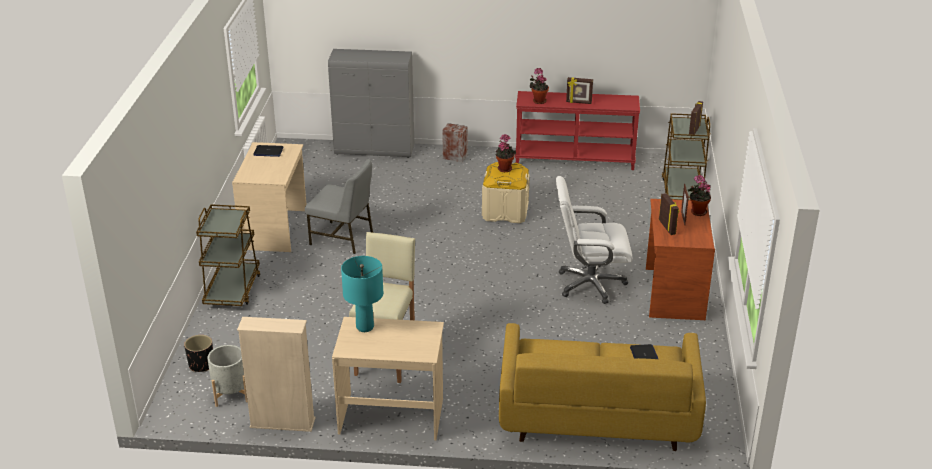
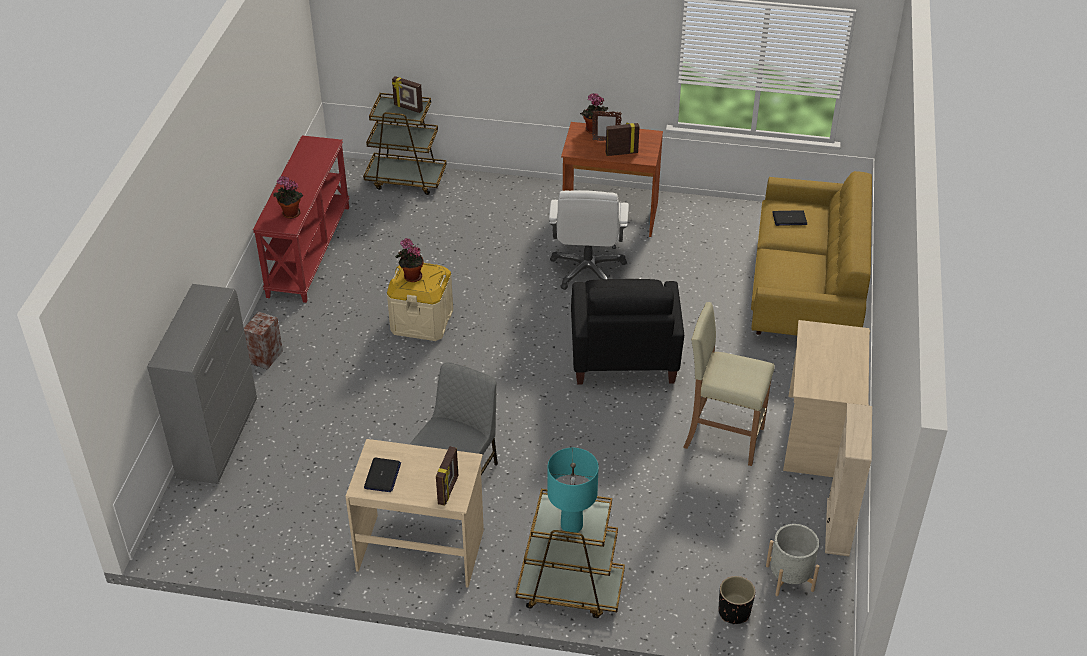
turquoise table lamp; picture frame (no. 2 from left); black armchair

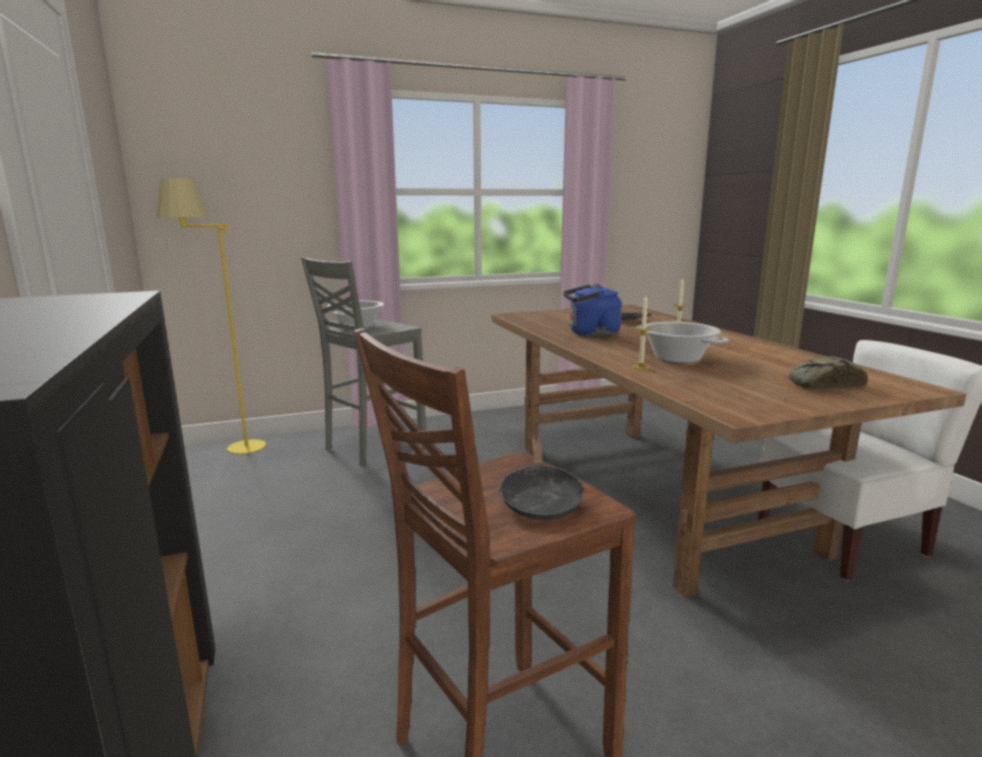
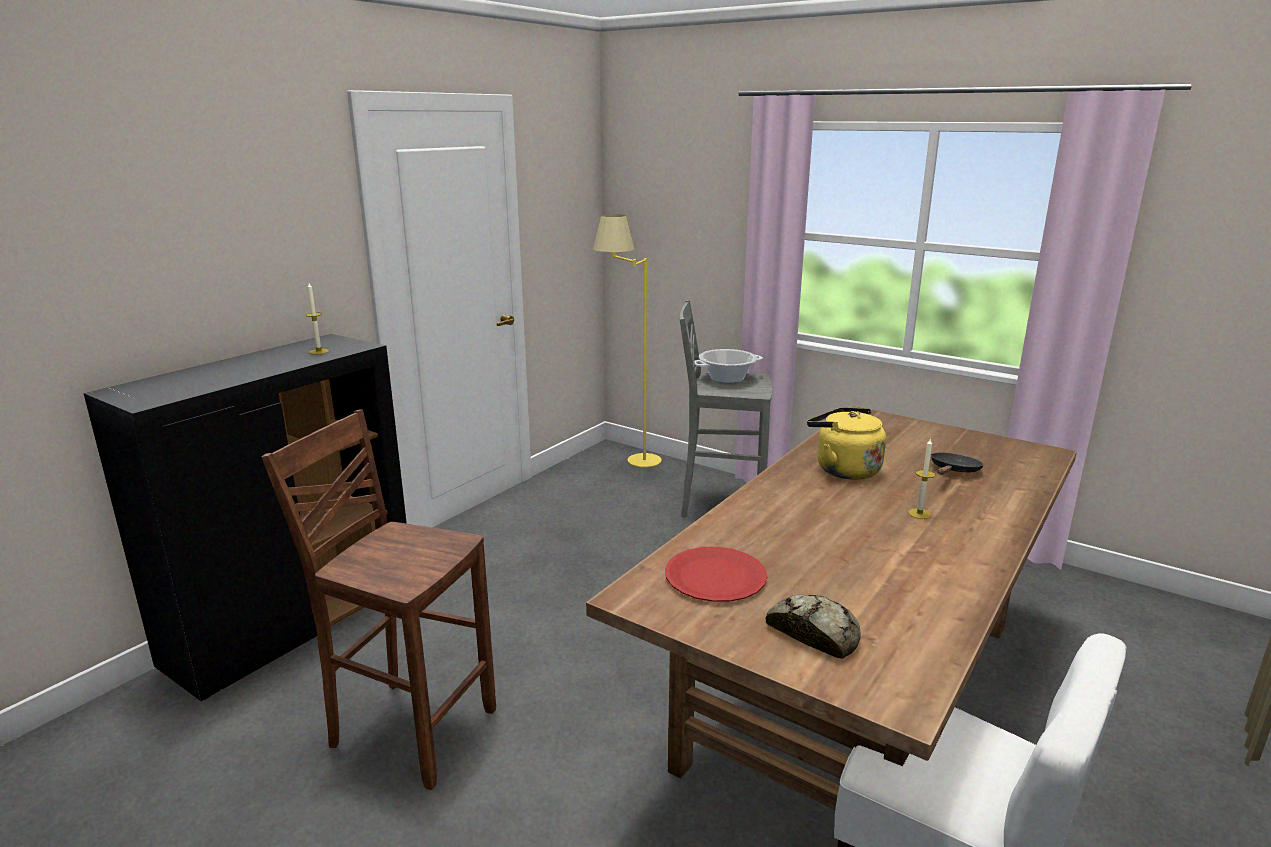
black frying pan (no. 1 from left in the first image); yellow kettle; candle (no. 1 from left); cooking pot (no. 2 from left in the first image); red plate

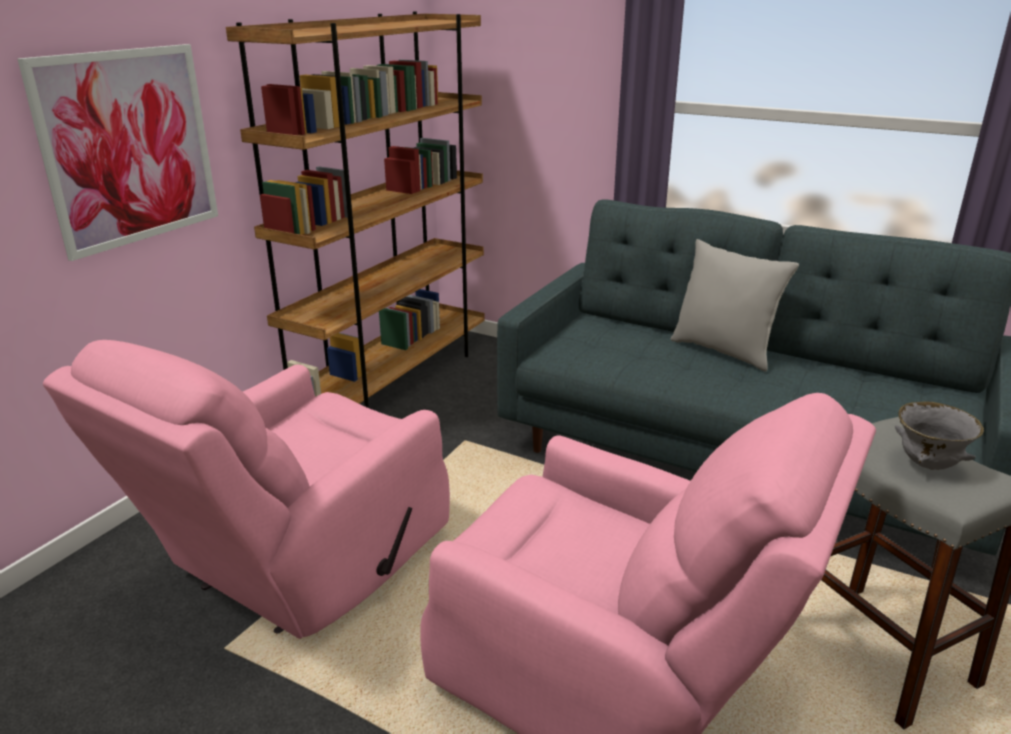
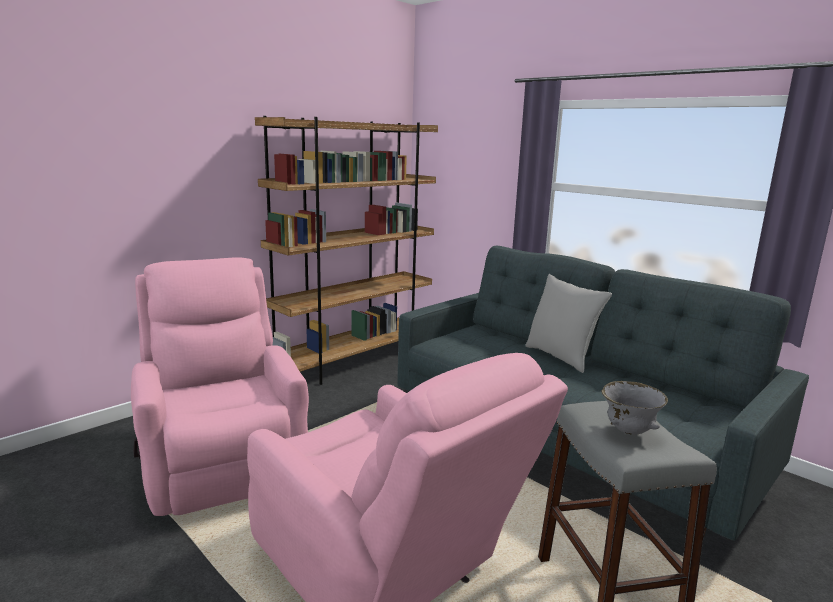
picture; pink armchair (no. 1 from left)

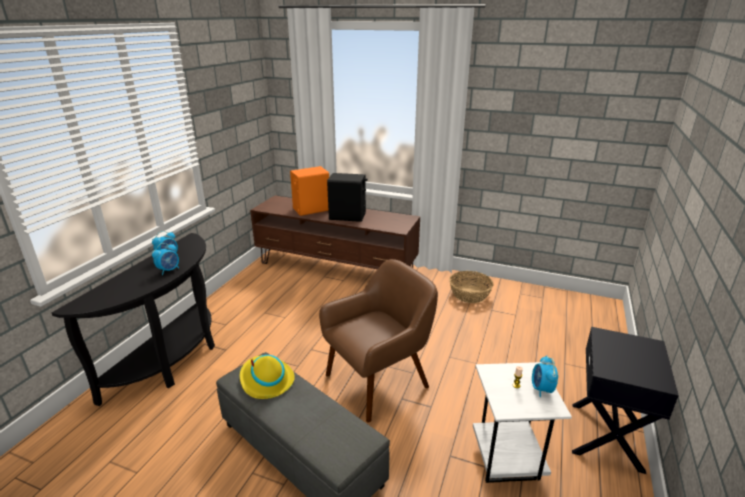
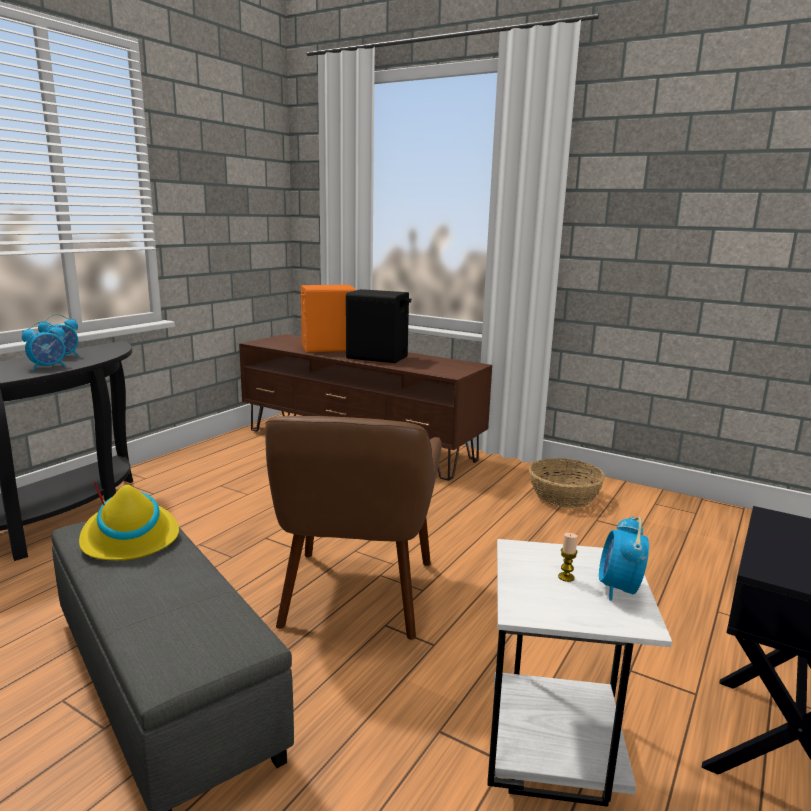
brown armchair

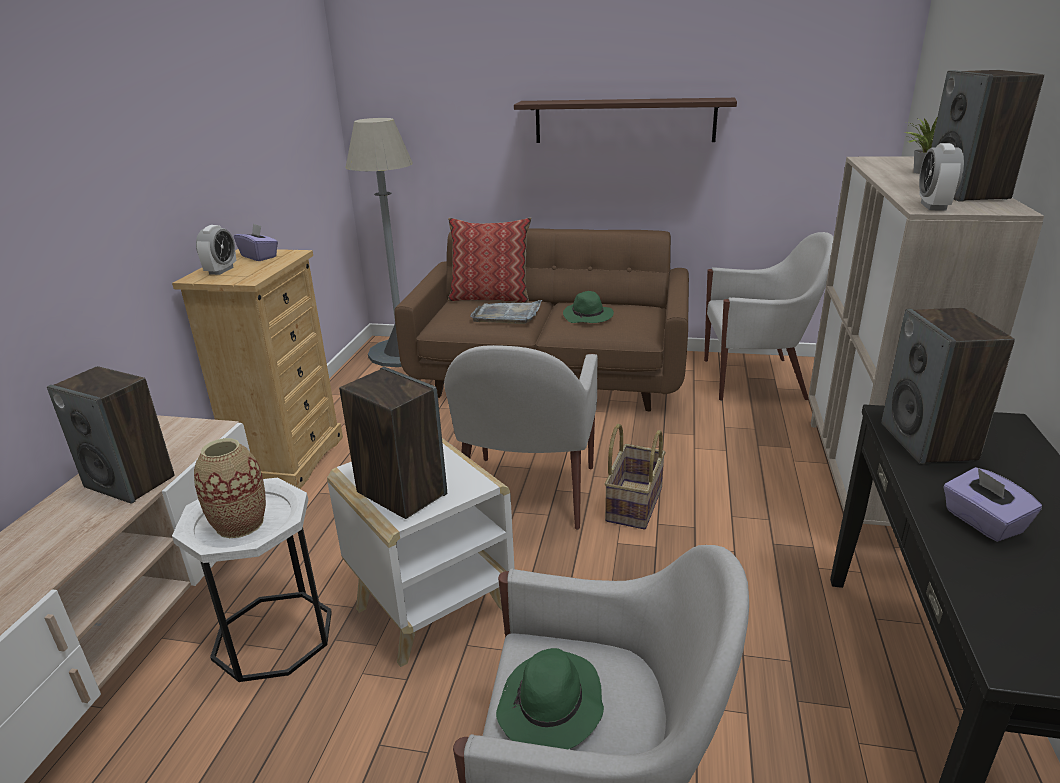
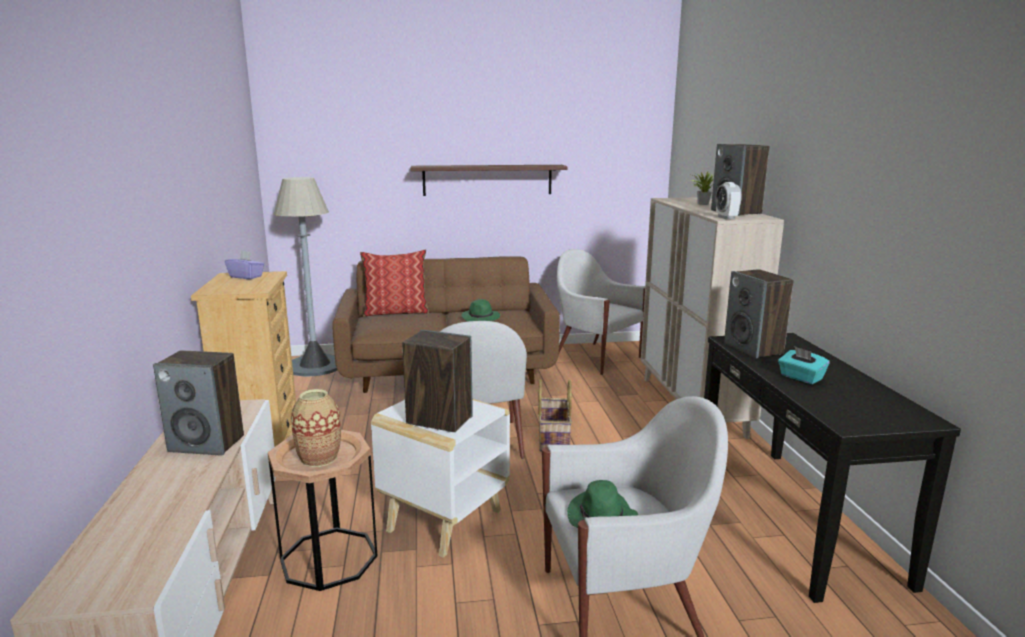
brown side table; alarm clock (no. 1 from left in the first image); grey tray; white armchair (no. 2 from left); turquoise tissue box

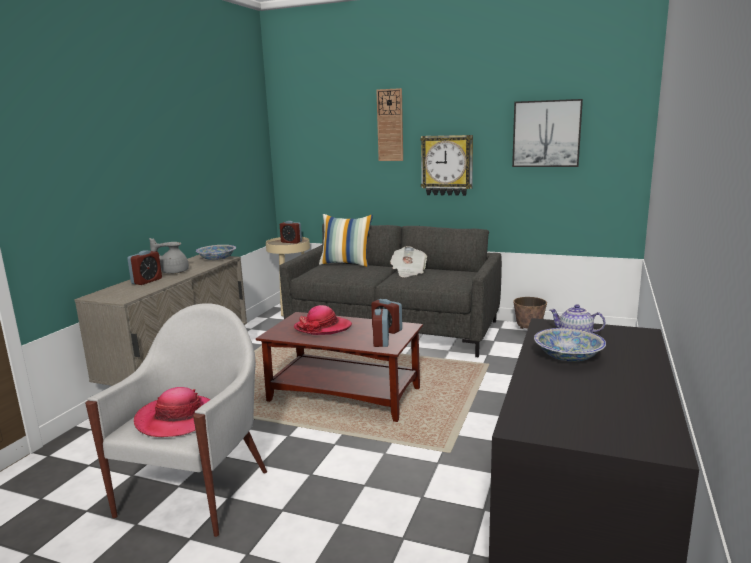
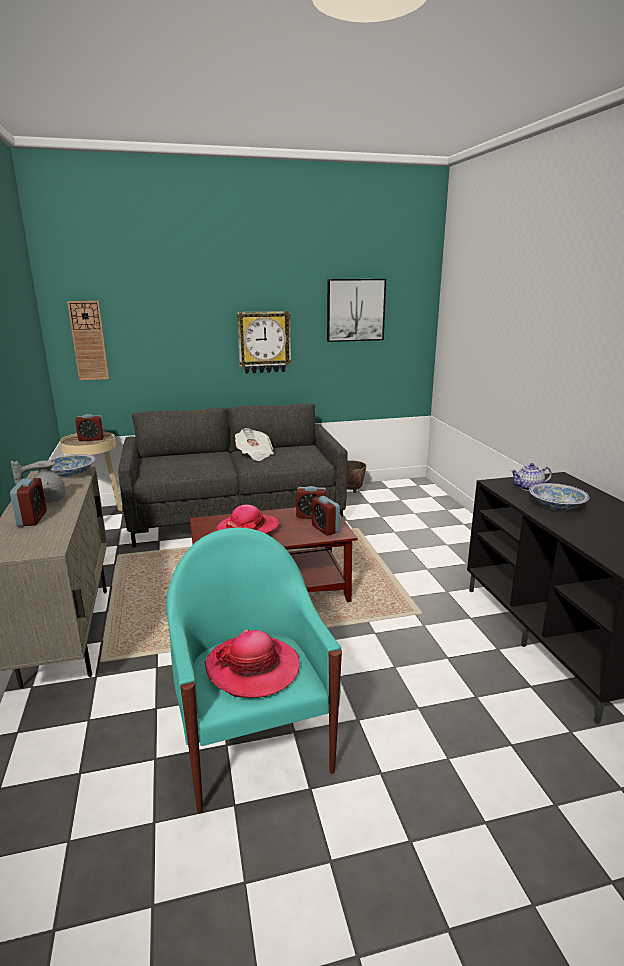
turquoise armchair; pillow; wall clock (no. 1 from left)

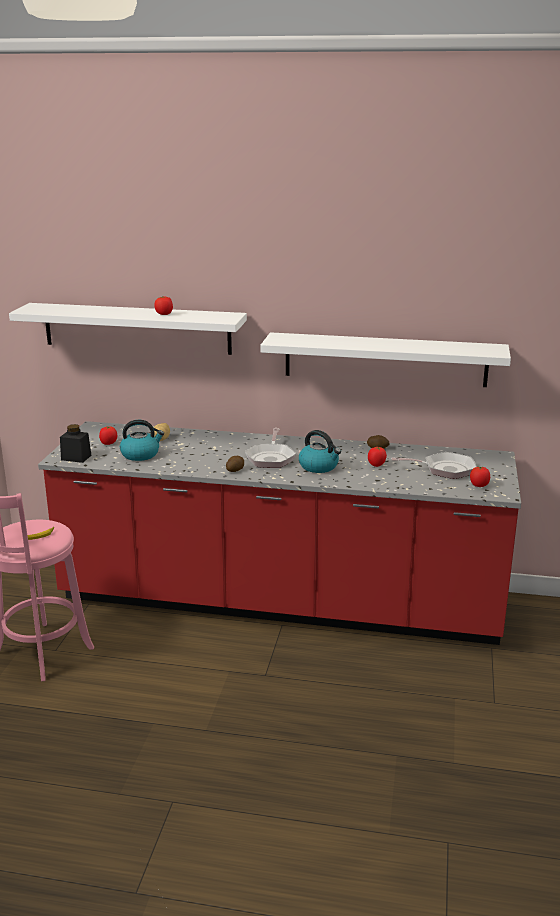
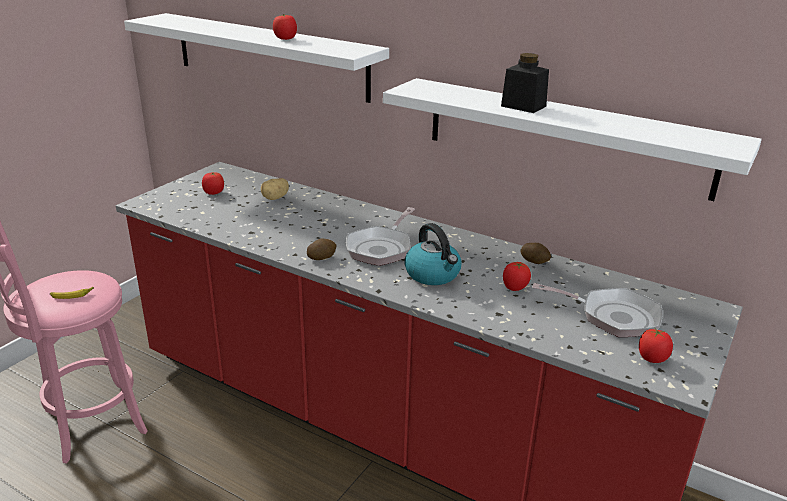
black jar; kettle (no. 1 from left in the first image)

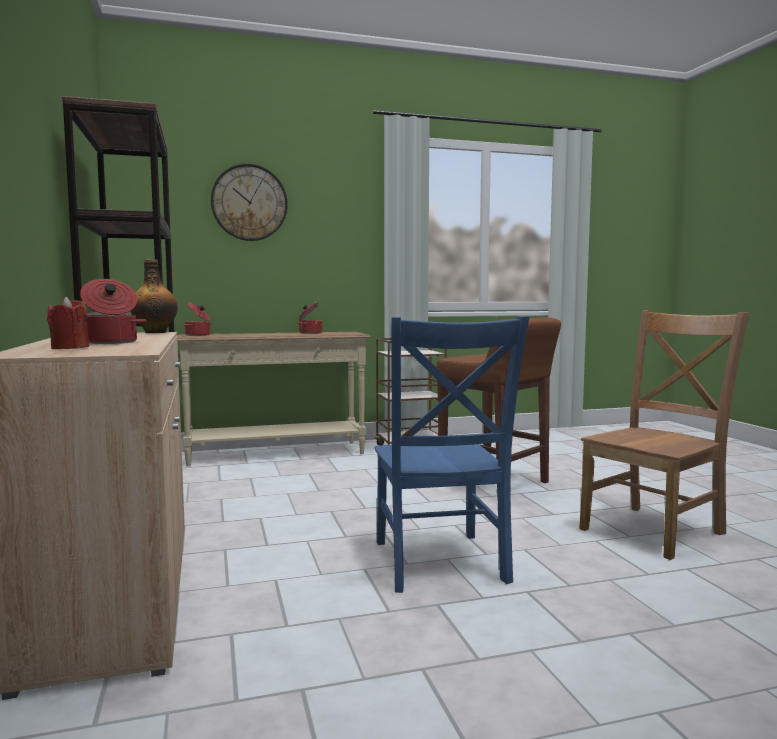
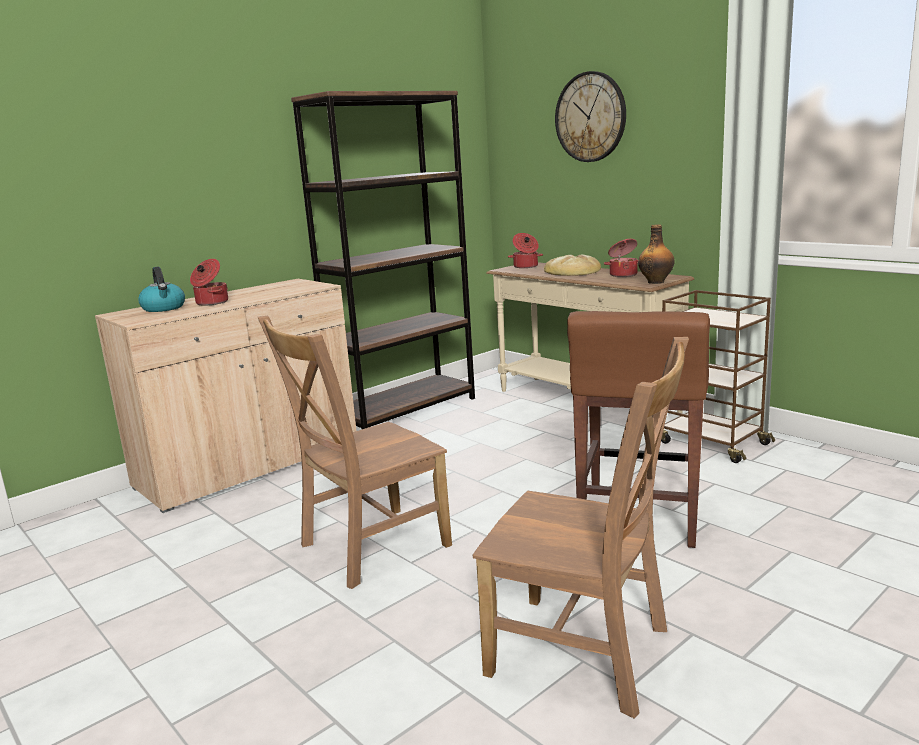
kettle; bottle; brown chair (no. 1 from left); bread

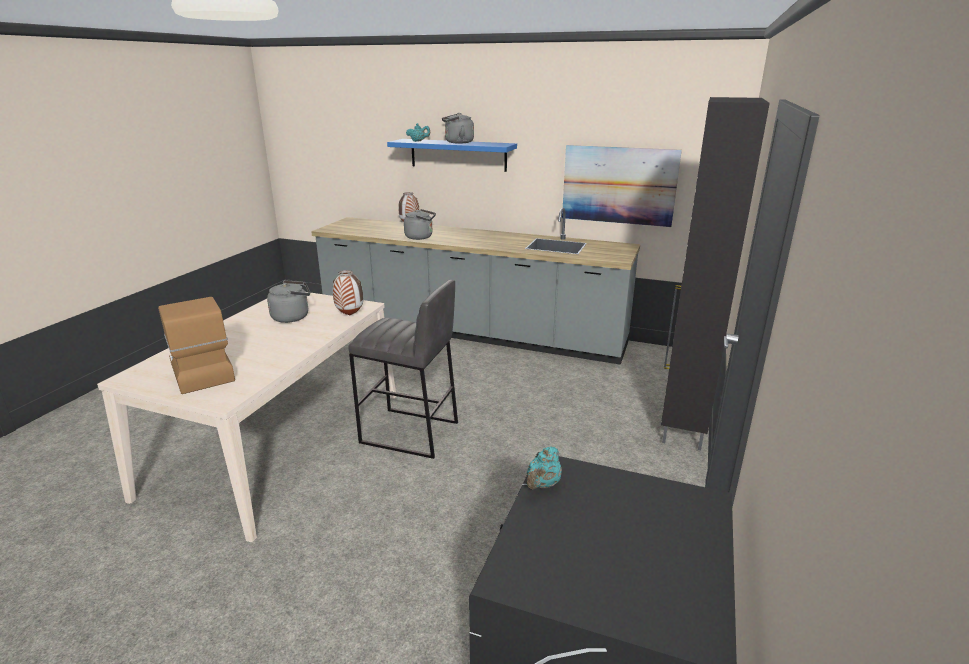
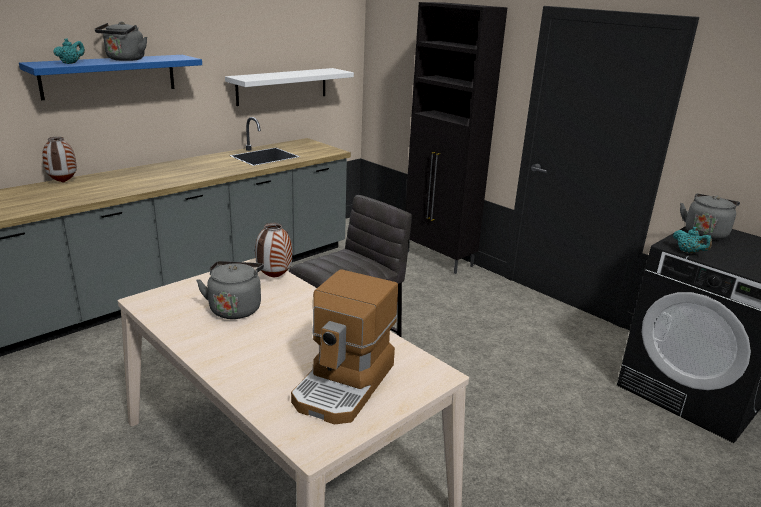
coffee machine; grey kettle (no. 3 from left); white shelf

